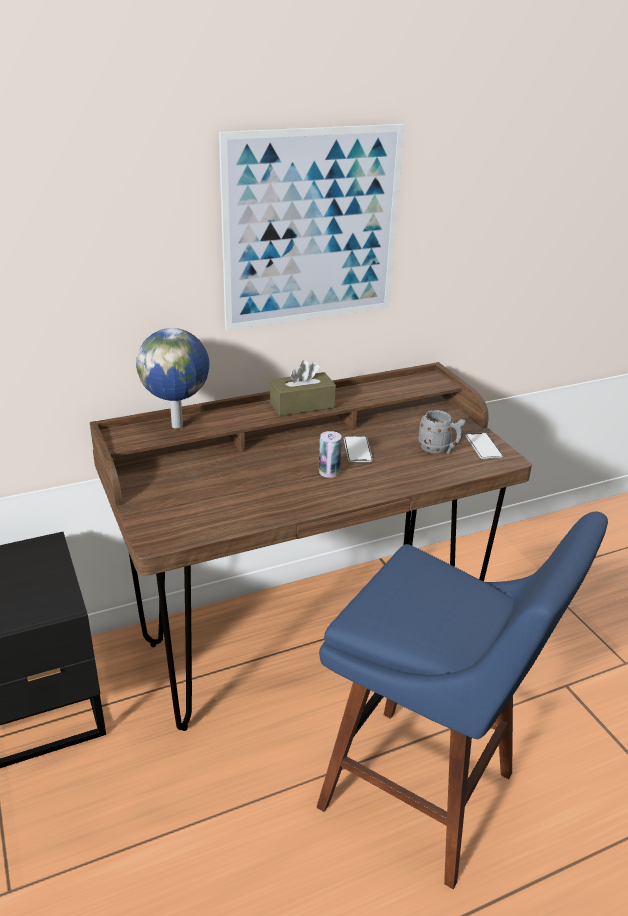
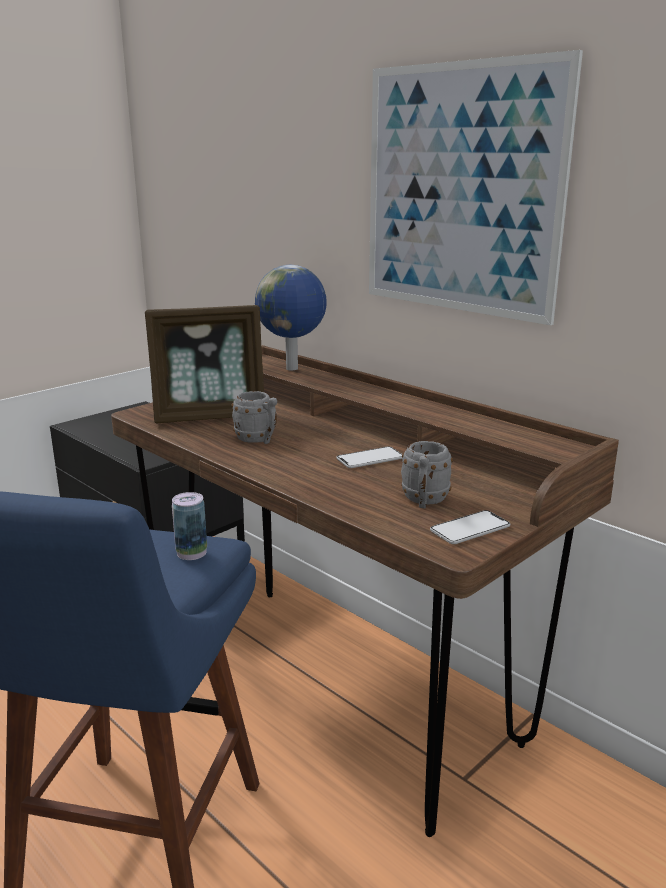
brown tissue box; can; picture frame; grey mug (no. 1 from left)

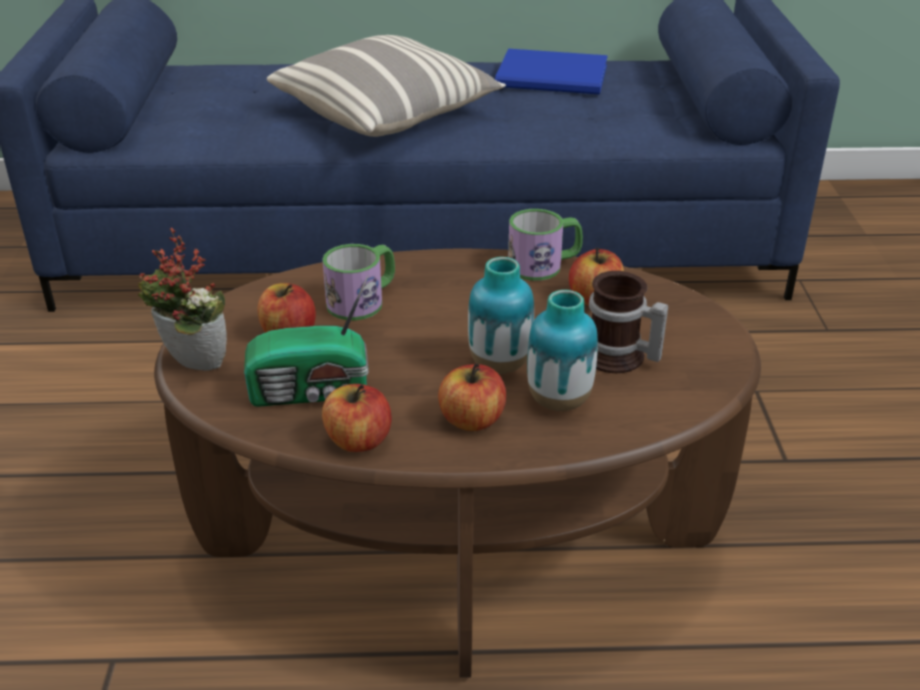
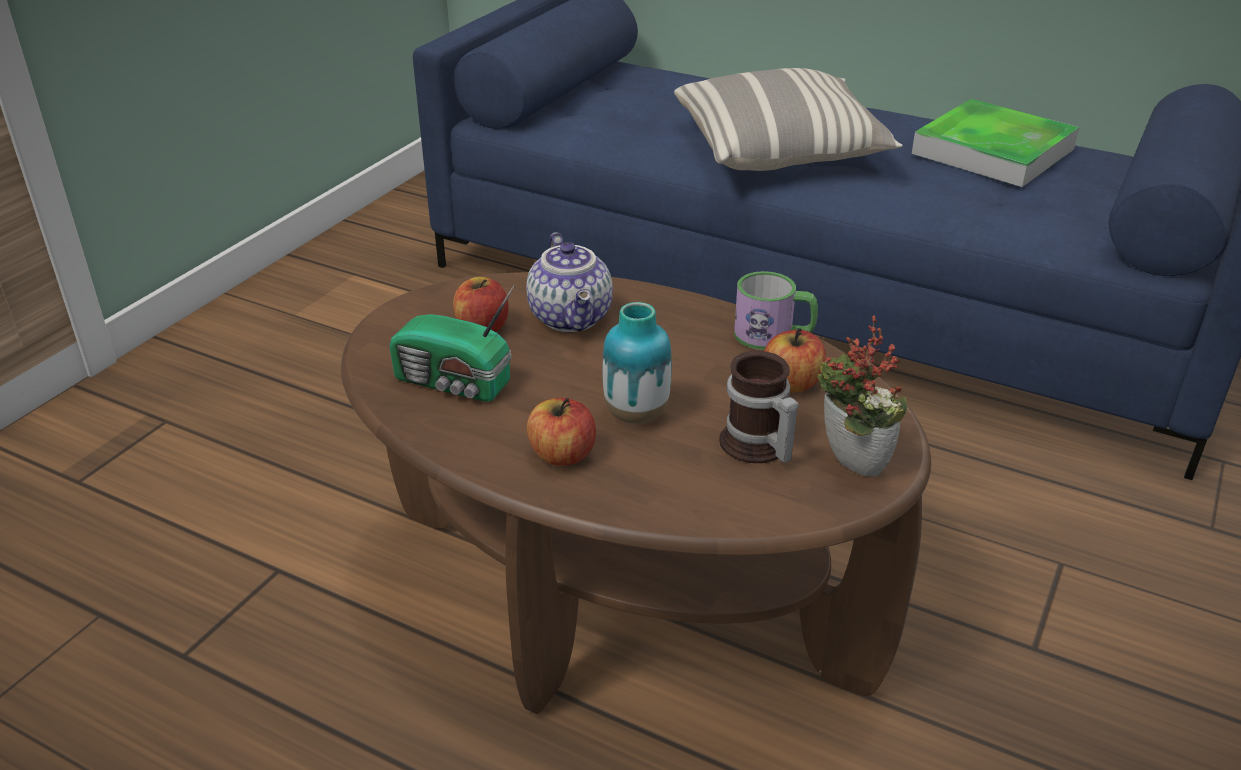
potted plant; teapot; apple (no. 2 from left in the first image); tray; vase (no. 2 from left in the first image)

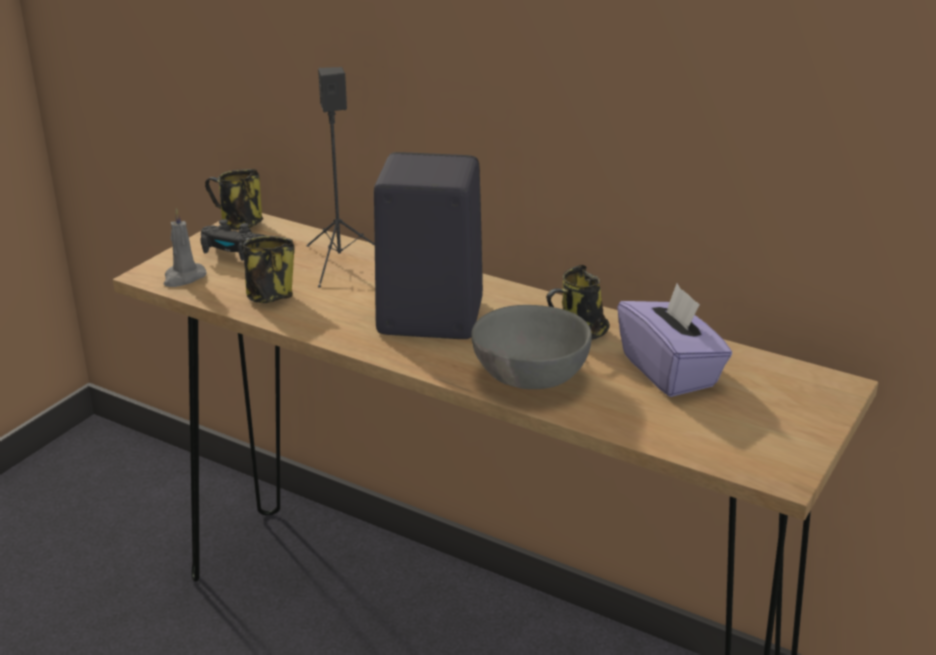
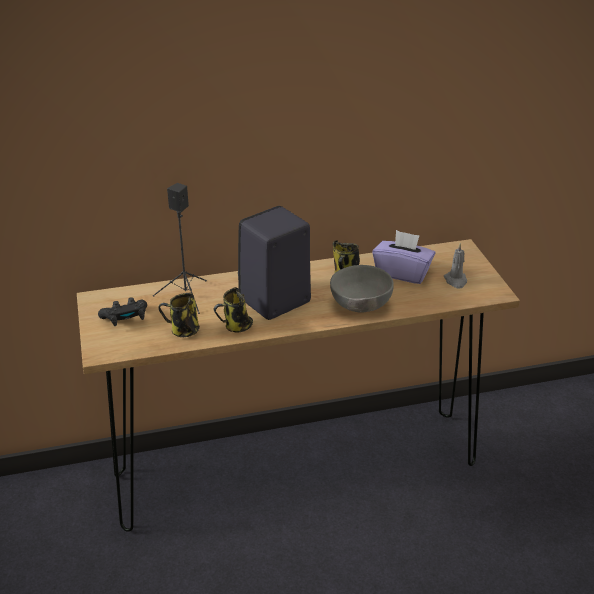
grey candle; mug (no. 2 from left)

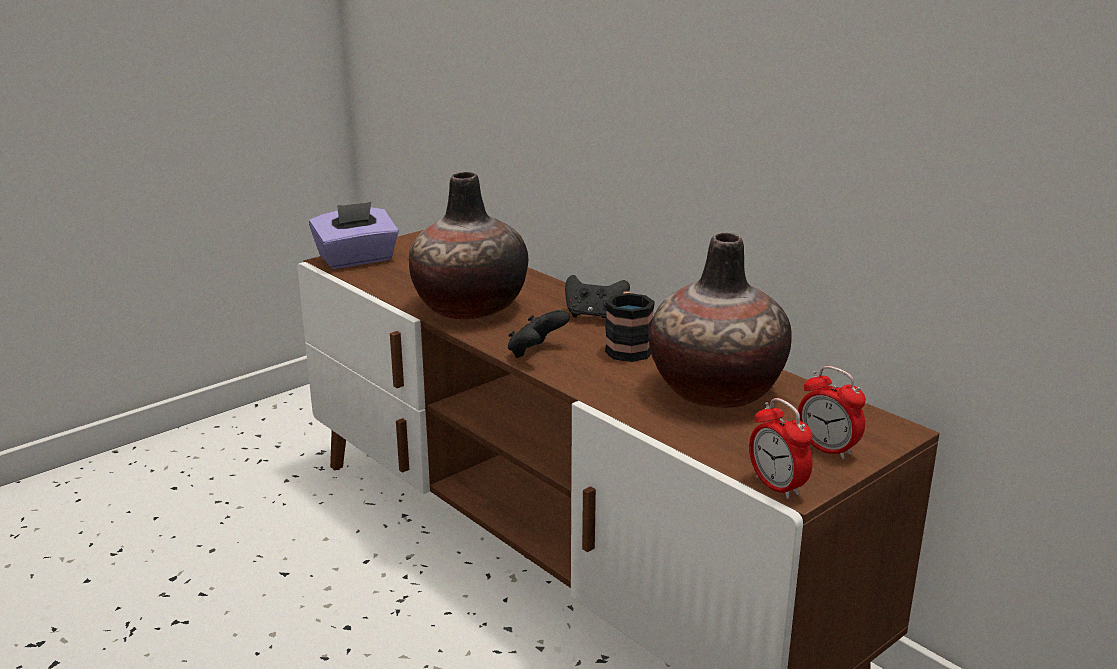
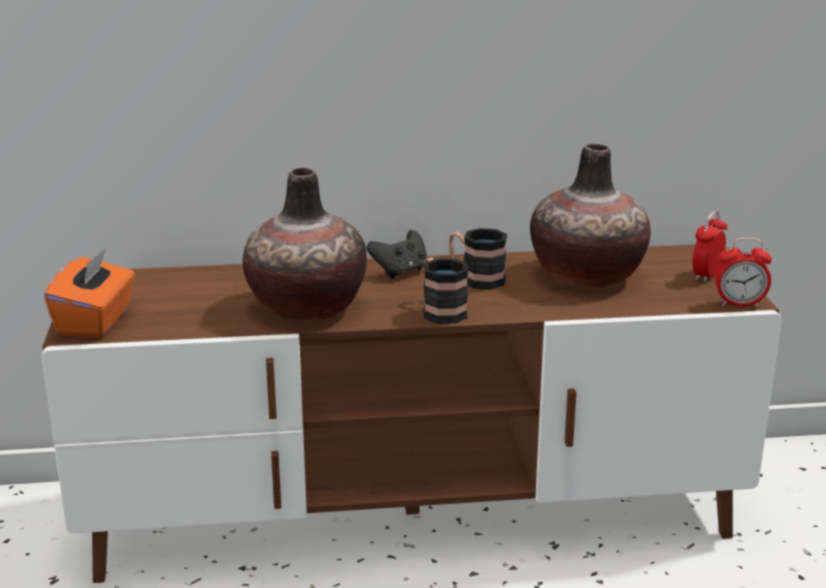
orange tissue box; mug (no. 1 from left); alarm clock (no. 1 from left)

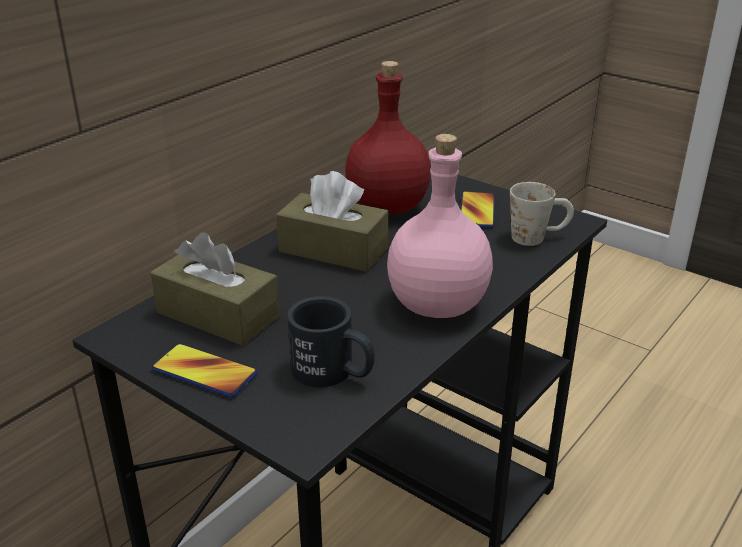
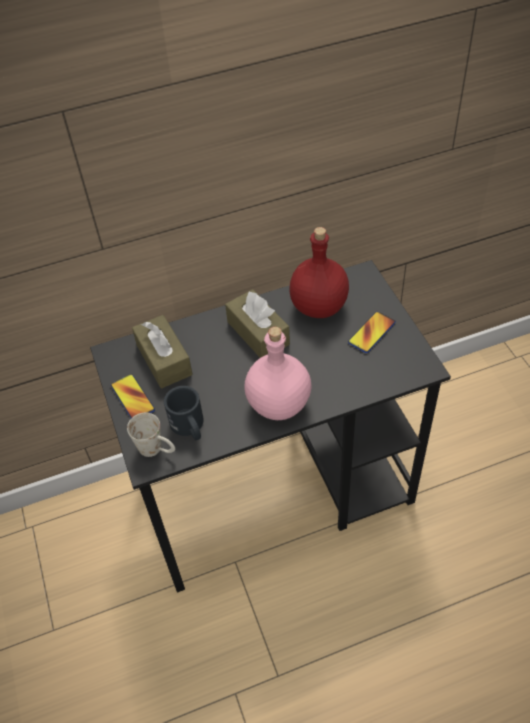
white mug

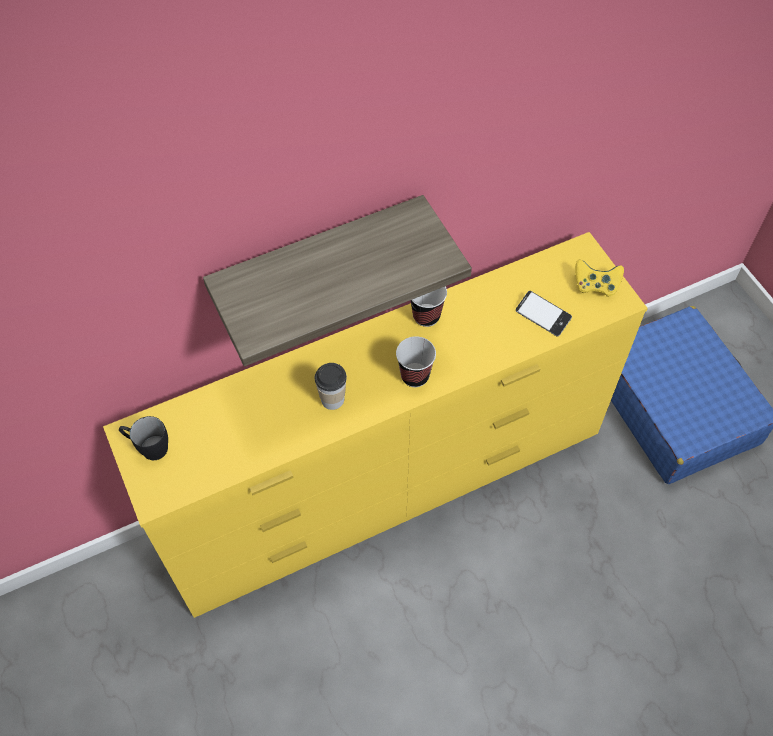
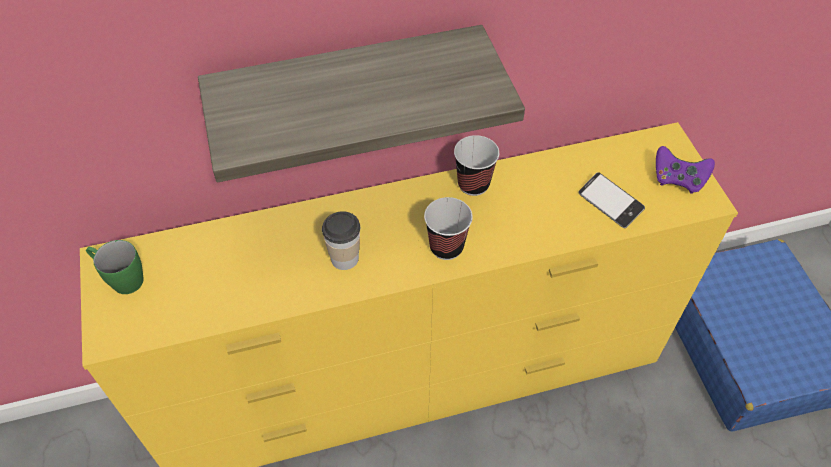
green mug; purple game controller

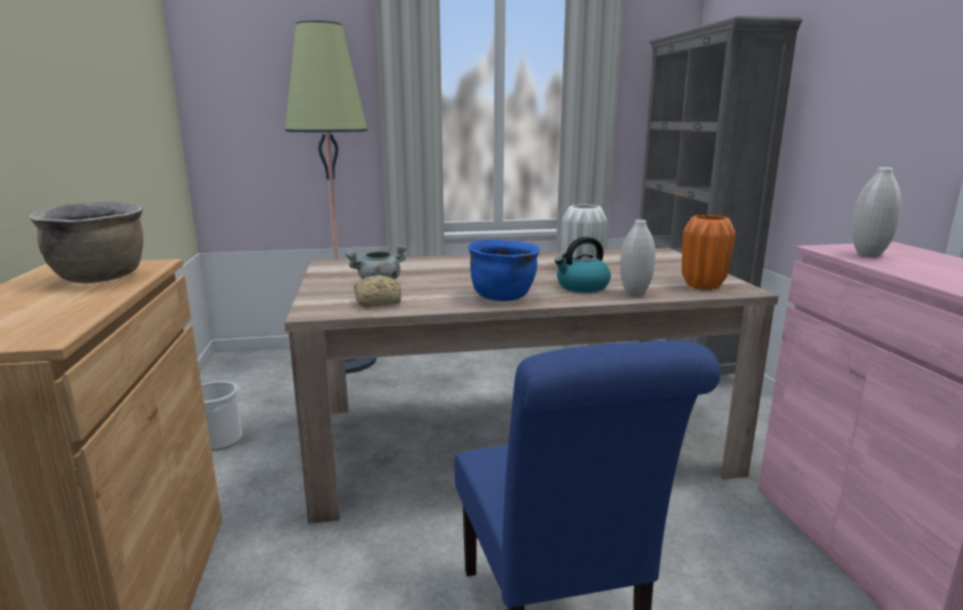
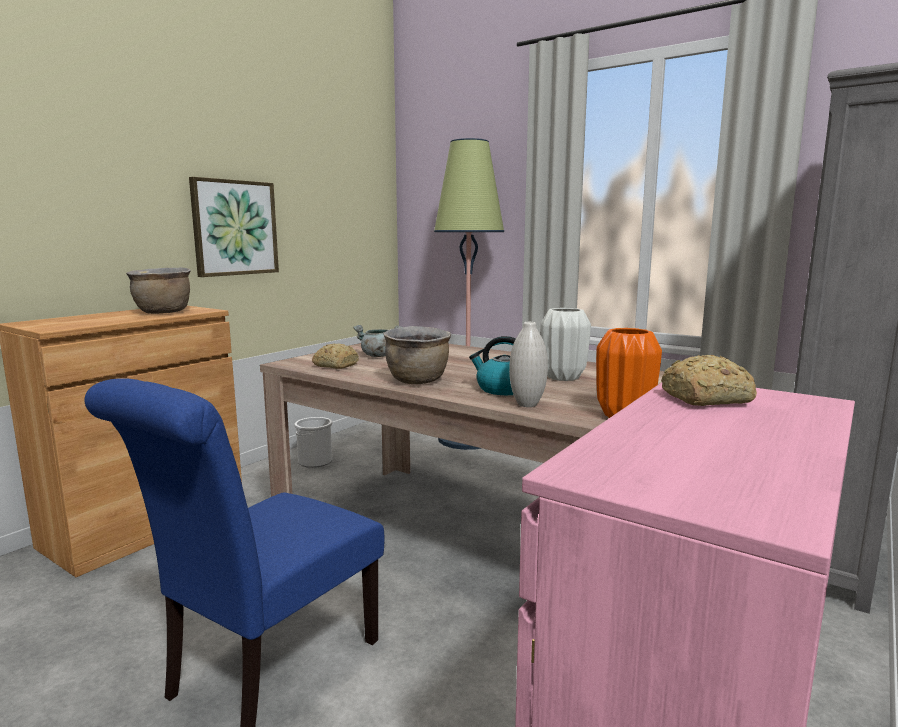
brown cooking pot (no. 2 from left); bread (no. 2 from left); picture

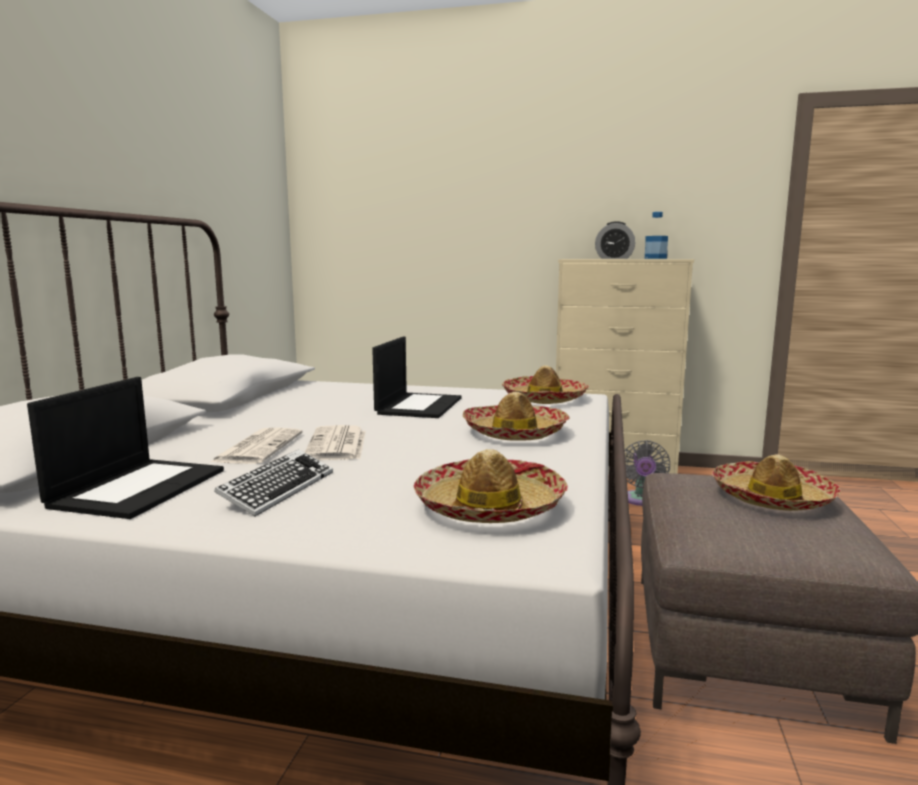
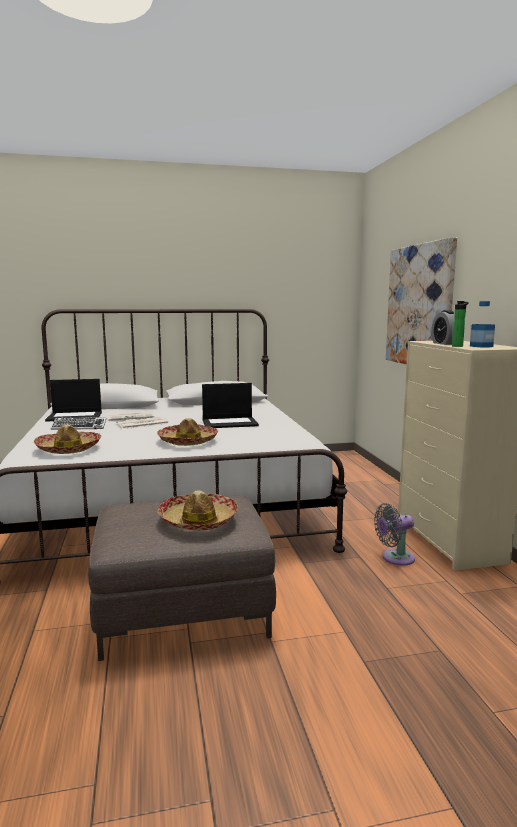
hat (no. 3 from left in the first image); picture; bottle (no. 1 from left)

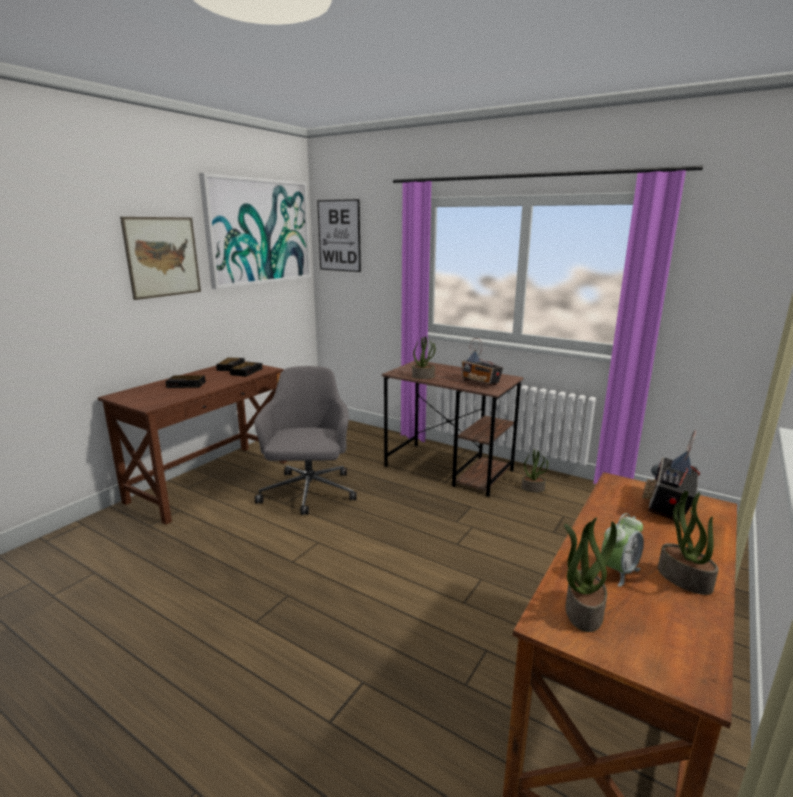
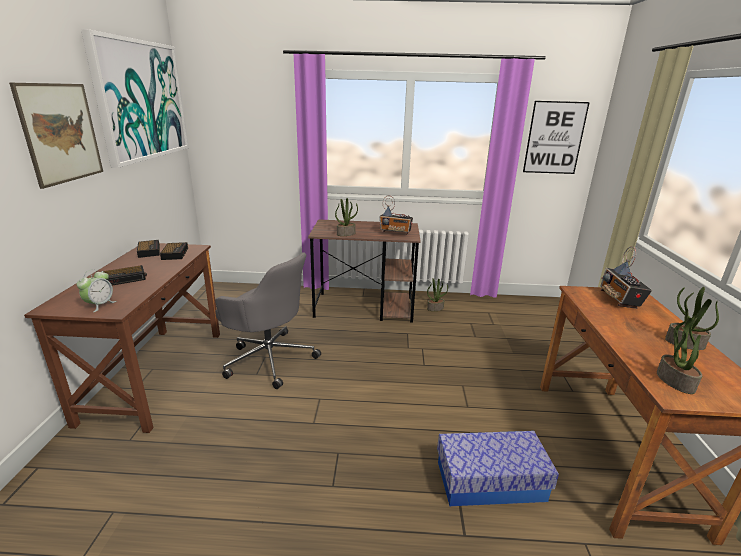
grey office chair; picture (no. 3 from left); alarm clock (no. 1 from left); storage box

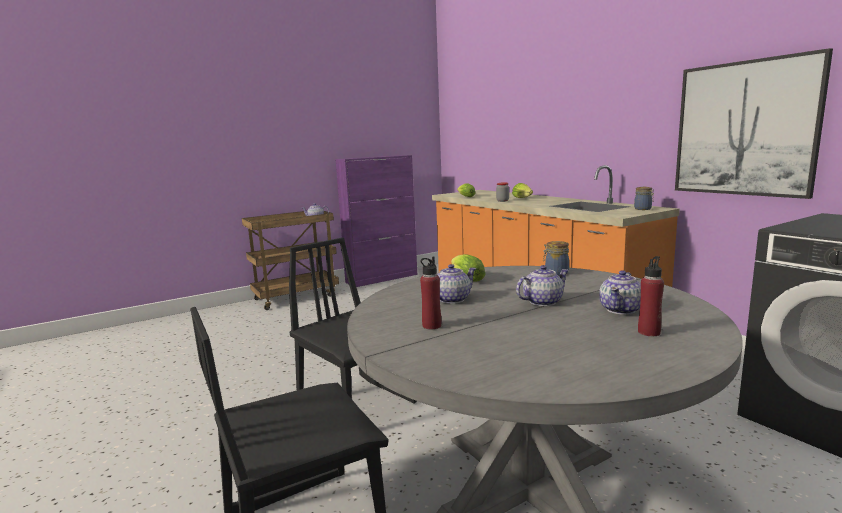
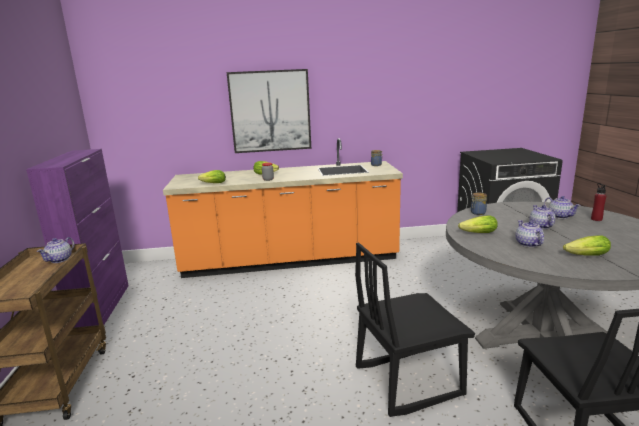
lettuce (no. 4 from left); picture

